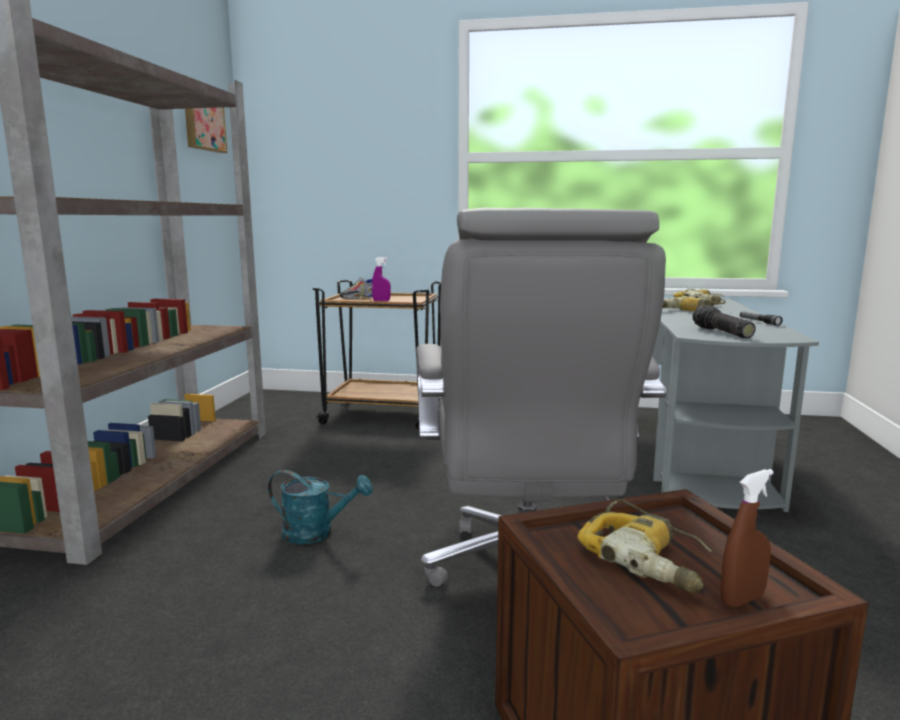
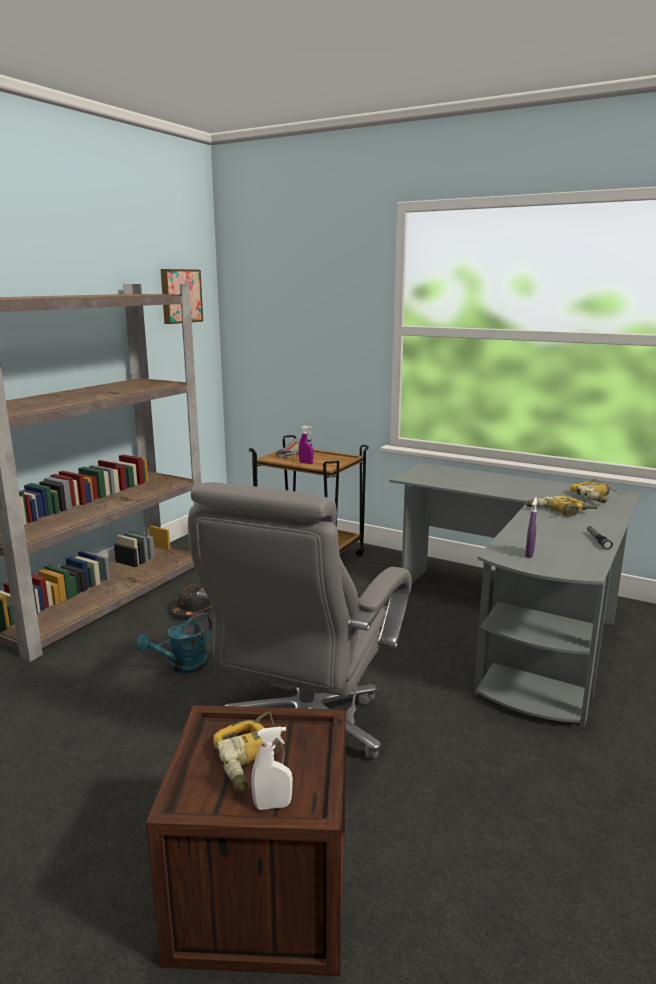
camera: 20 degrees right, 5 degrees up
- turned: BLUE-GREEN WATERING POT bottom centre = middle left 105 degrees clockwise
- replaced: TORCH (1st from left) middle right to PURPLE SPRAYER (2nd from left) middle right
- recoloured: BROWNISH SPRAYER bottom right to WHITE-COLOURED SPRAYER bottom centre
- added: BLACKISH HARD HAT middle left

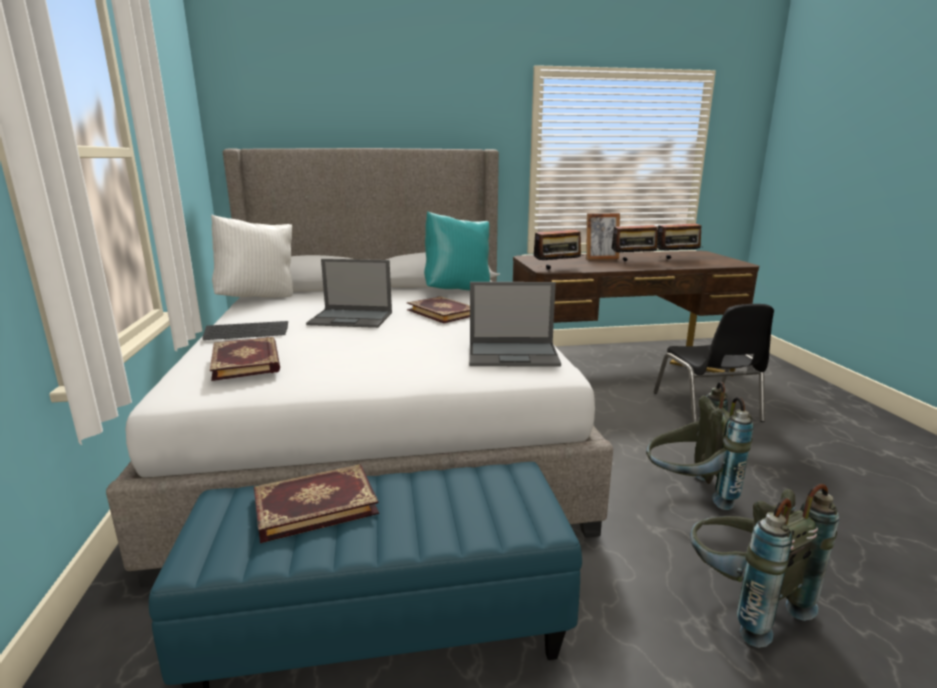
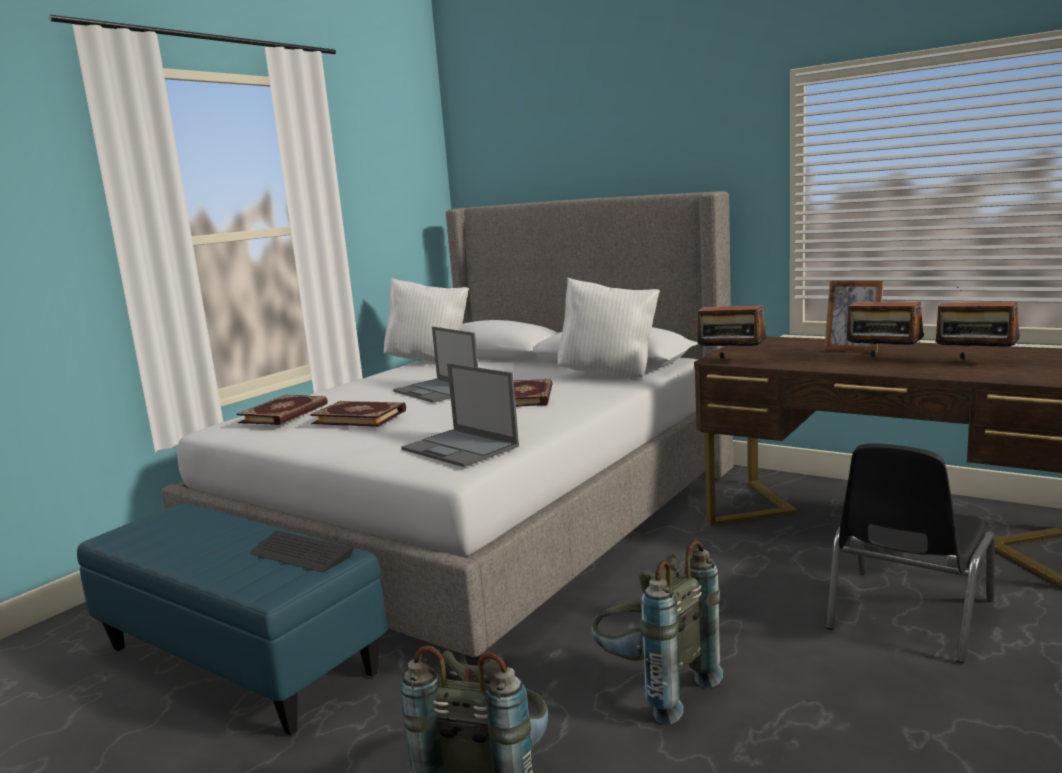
camera: 45 degrees right, 5 degrees down
- moved: COMPUTER KEYBOARD middle left to bottom left
- moved: BOOK (2nd from left) bottom centre to centre
- recoloured: BLUE-GREEN CUSHION centre to WHITE-COLOURED CUSHION (2nd from left) centre

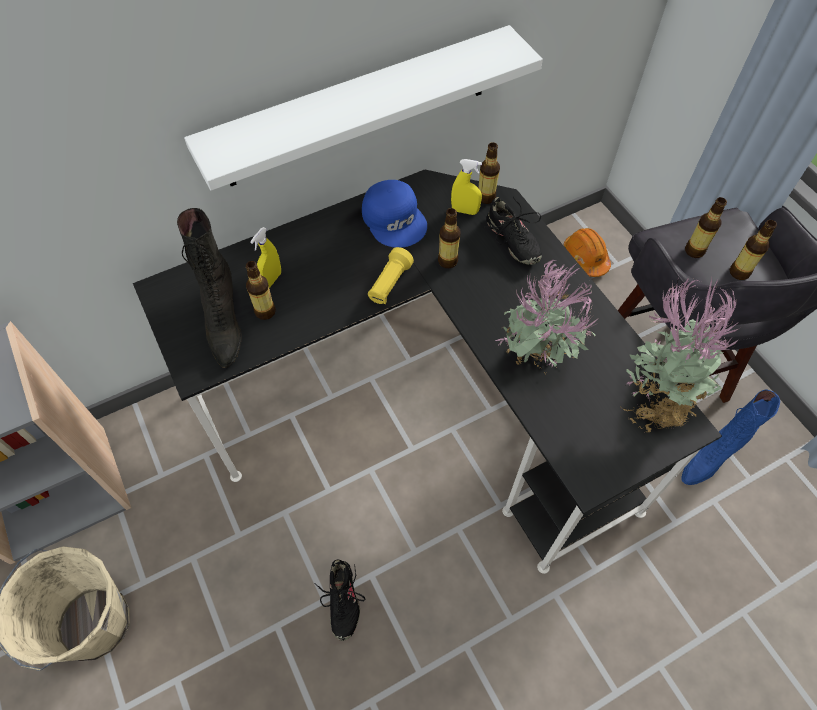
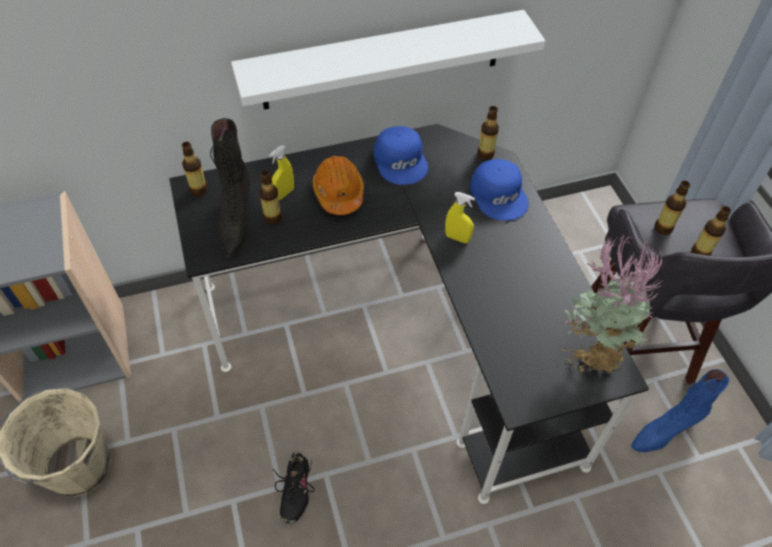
camera: 10 degrees right, 5 degrees down
- removed: YELLOW TORCH centre
- moved: BEVERAGE BOTTLE (2nd from left in the first image) centre to BEVERAGE BOTTLE (1st from left) top left
- moved: YELLOW SPRAYER (2nd from left) top centre to centre
- replaced: BLACKISH ITEM OF FOOTWEAR (2nd from left) top centre to BLUE BASEBALL CAP (2nd from left) centre
- removed: POTTED PLANT (1st from left) middle right
- moved: ORANGE-COLOURED HARD HAT middle right to centre

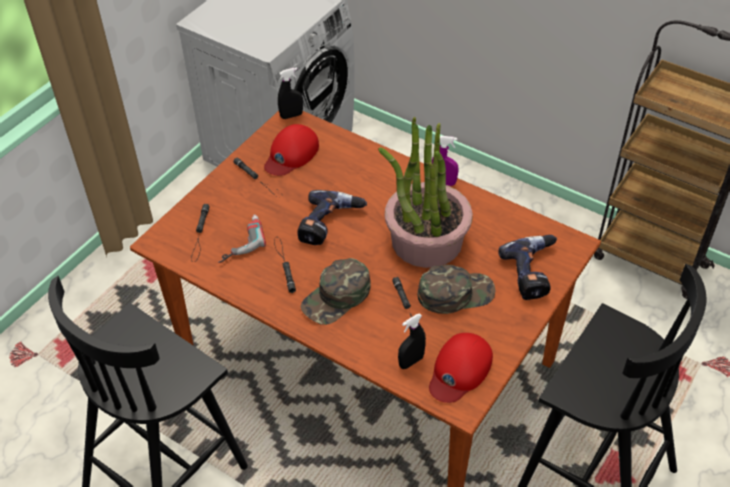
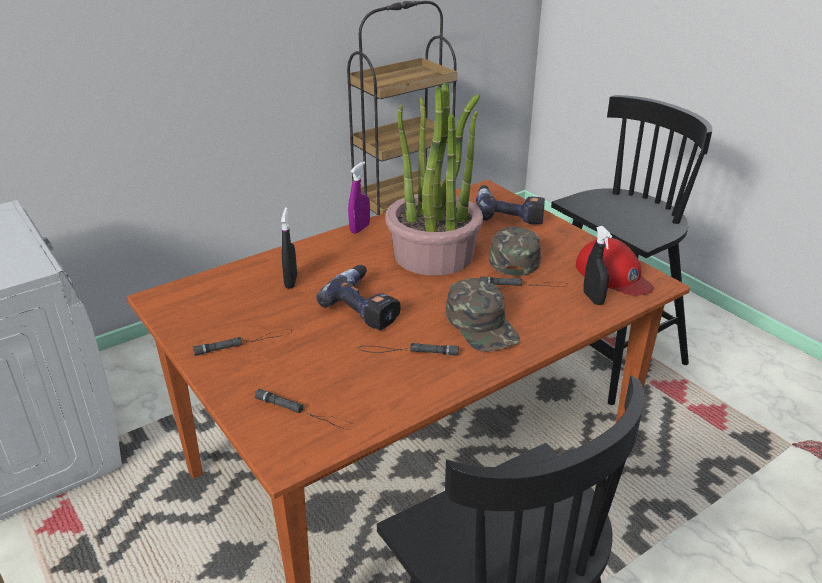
camera: 70 degrees left, 15 degrees down
- removed: DRILL (1st from left) middle left
- removed: RED BASEBALL CAP (1st from left) top centre
- moved: BLACKISH SPRAYER (1st from left) top centre to centre

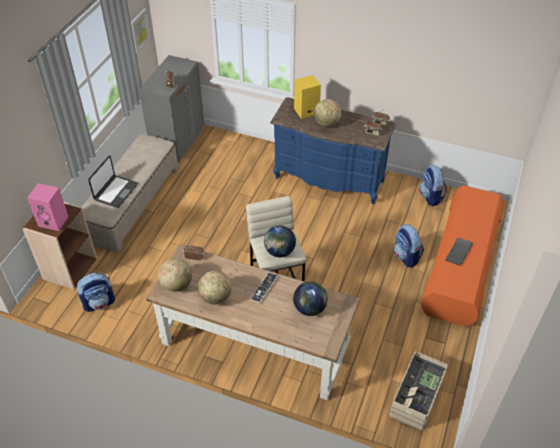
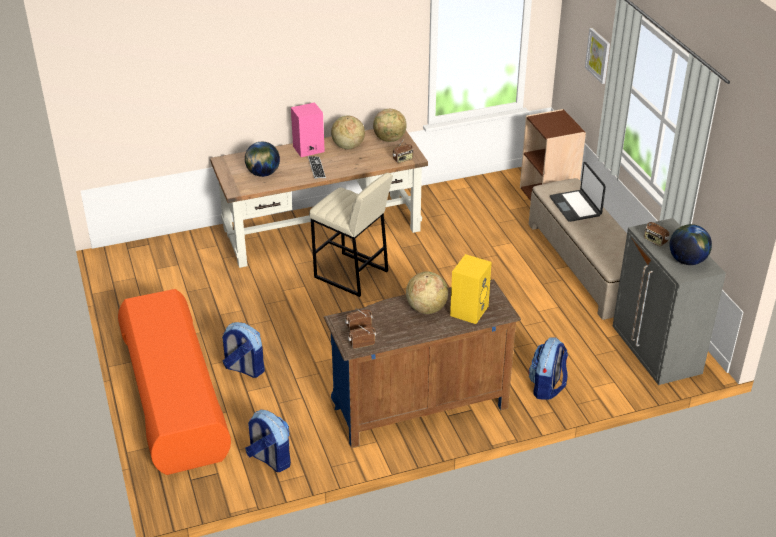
camera: 140 degrees right, 10 degrees down
- moved: PINK LOUDSPEAKER middle left to top centre
- moved: KNAPSACK (1st from left in the first image) middle left to KNAPSACK (3rd from left) bottom right
- moved: WALL PICTURE top left to top right
- moved: DESK GLOBE (3rd from left in the first image) centre to DESK GLOBE (5th from left) middle right
- removed: SAND-COLOURED STORAGE CONTAINER bottom right
- removed: COMPUTER KEYBOARD (2nd from left) middle right

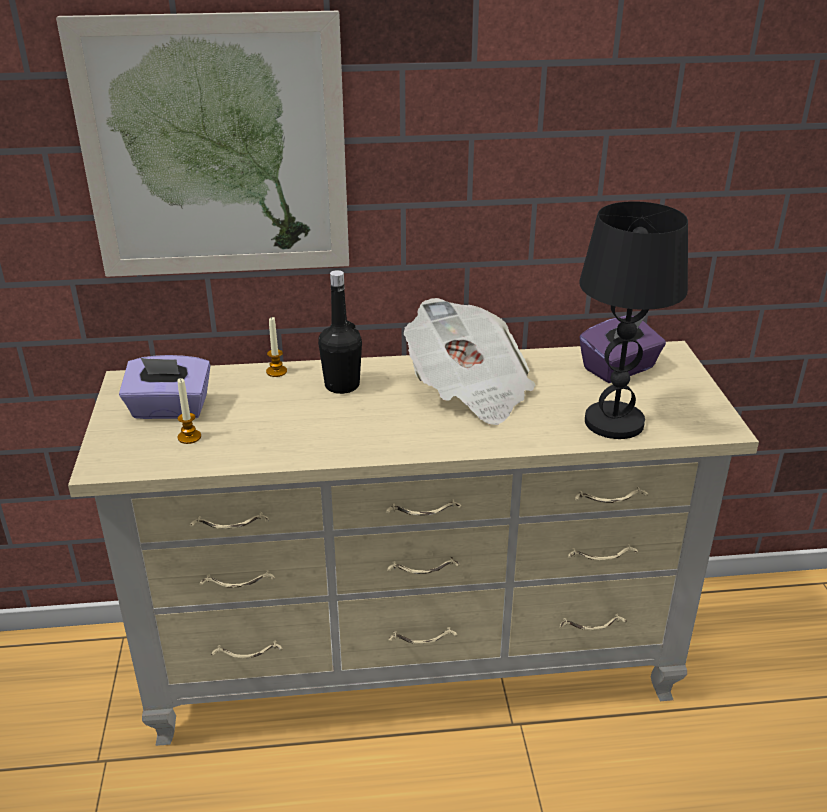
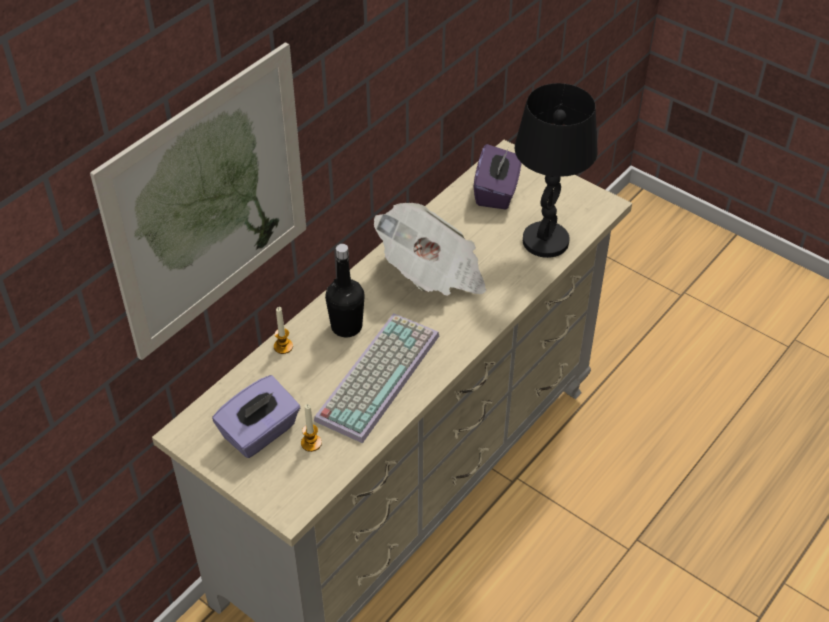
camera: 45 degrees left, 15 degrees up
- added: COMPUTER KEYBOARD centre

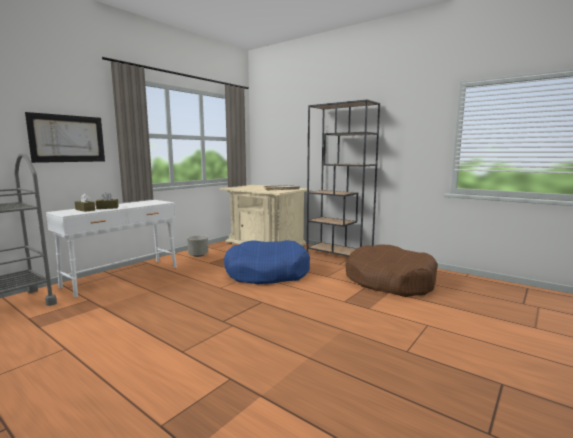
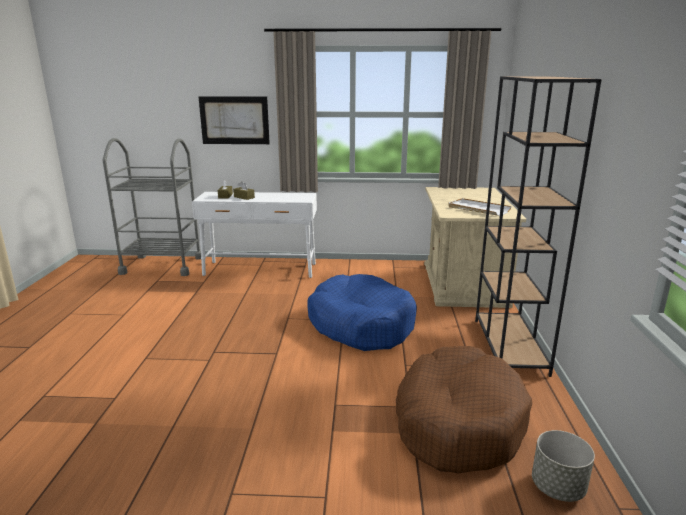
camera: 55 degrees right, 10 degrees up
- moved: GRAY FLOWER POT centre to bottom right

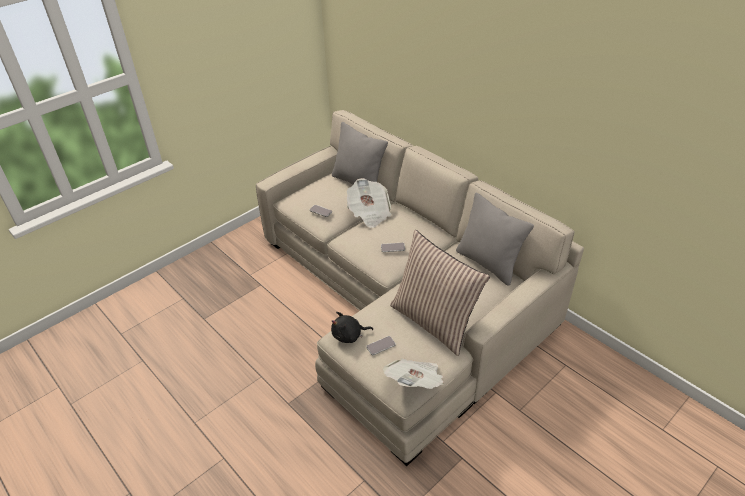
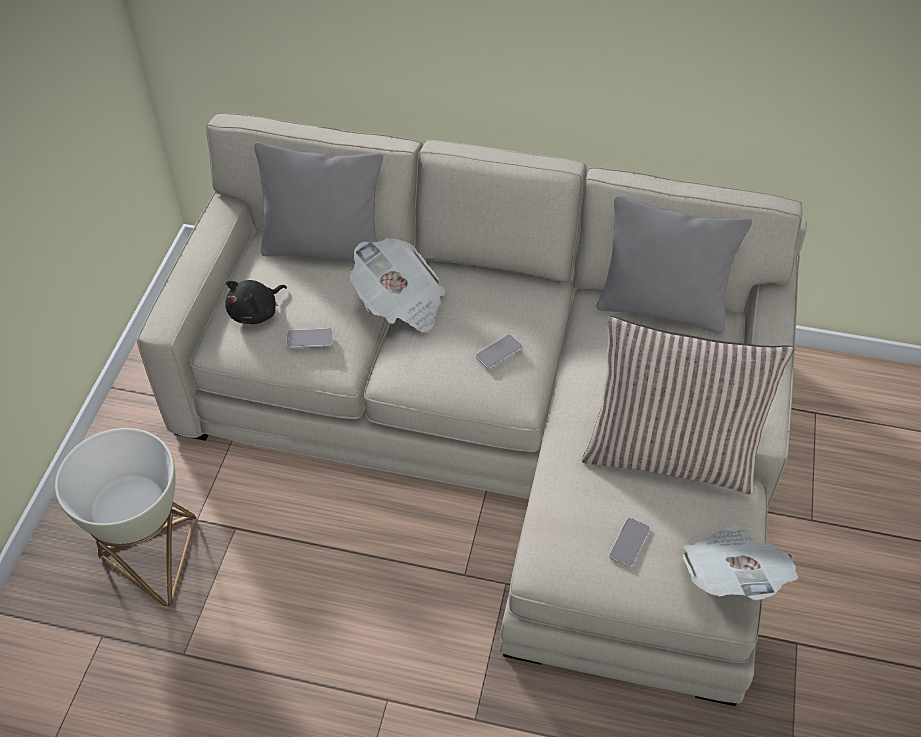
camera: 35 degrees left, 10 degrees up
- moved: BLACKISH SOFT TOY centre to middle left
- added: FLOWER POT bottom left

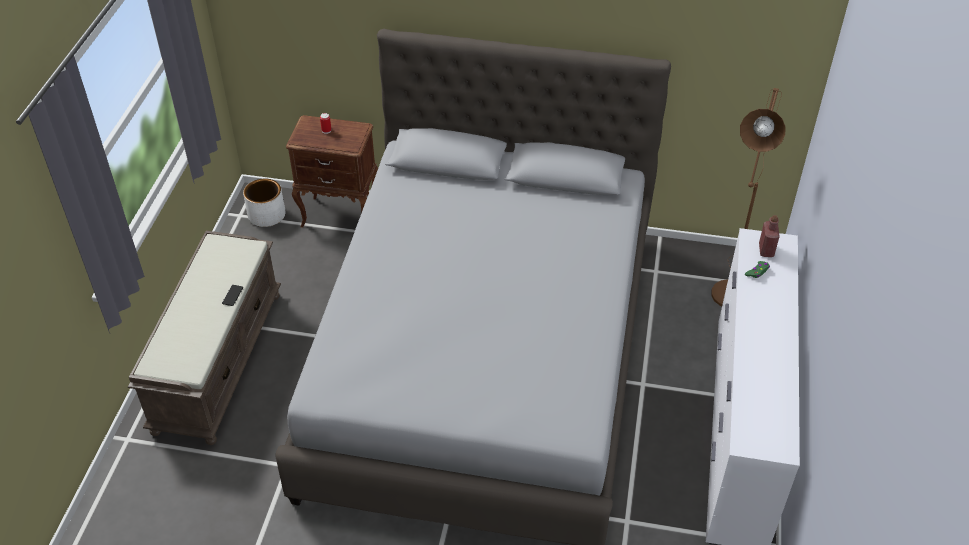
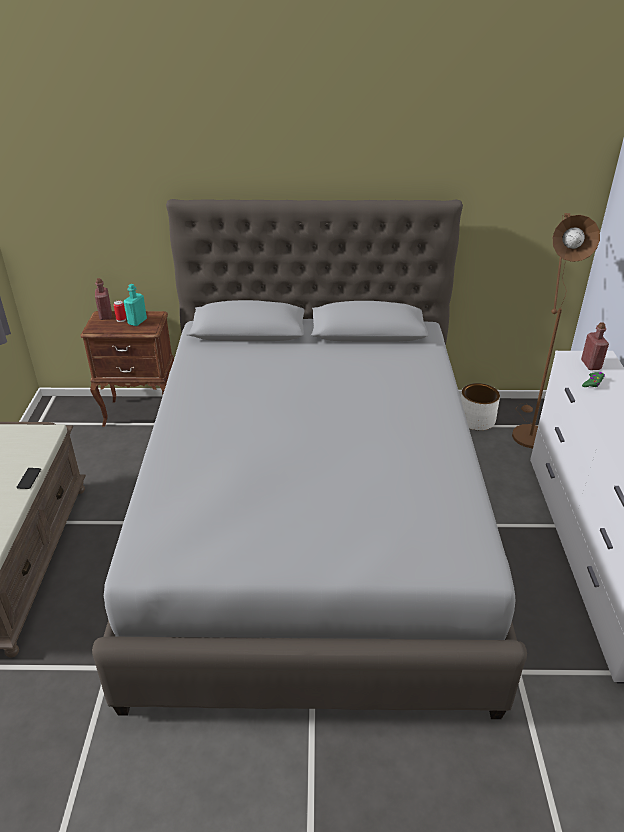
camera: 10 degrees left, 10 degrees down
- moved: WHITE-COLOURED FLOWER POT middle left to middle right
- added: RED BEVERAGE BOTTLE (1st from left) middle left
- added: BLUE-GREEN BEVERAGE BOTTLE middle left

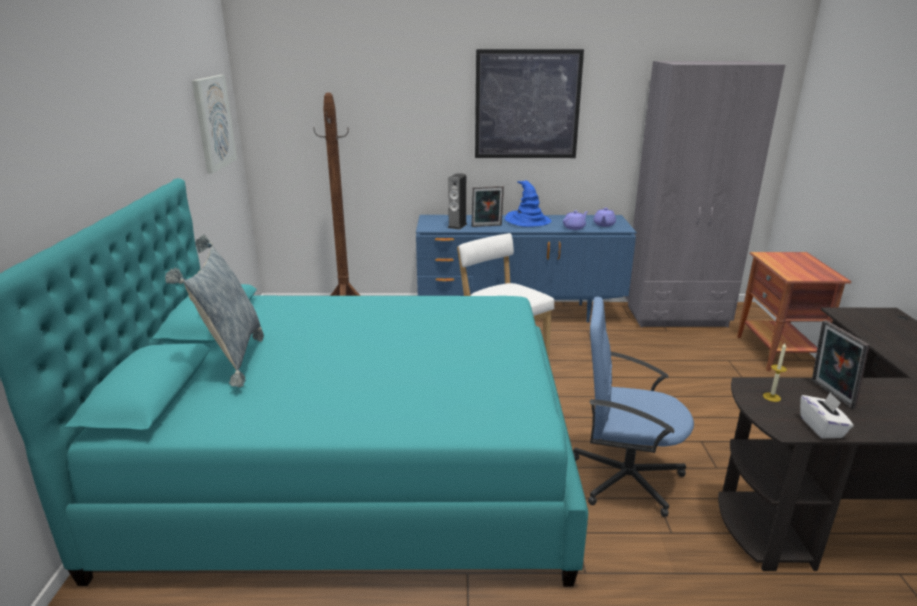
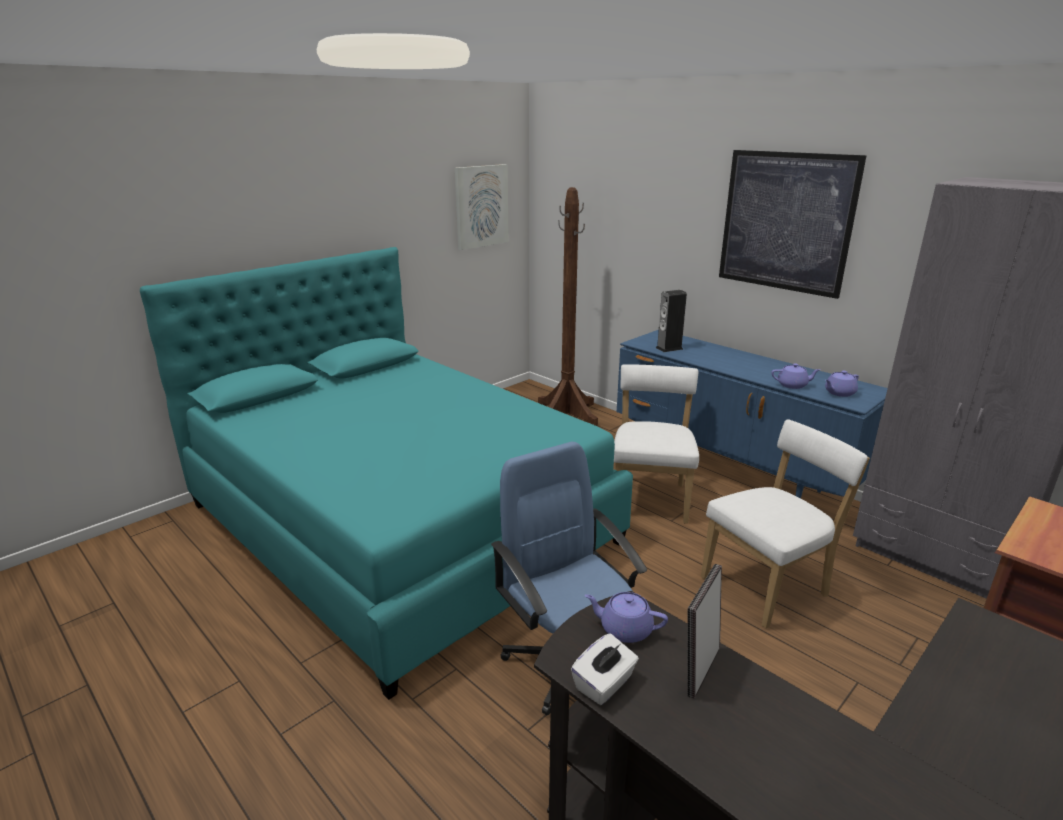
camera: 45 degrees right, 0 degrees up
- removed: CUSHION middle left
- removed: STANDING FRAME (1st from left) centre
- removed: BLUE WEARABLE HAT centre
- replaced: WAX LIGHT middle right to PURPLE TEA POT (1st from left) bottom centre
- added: WHITE-COLOURED UPRIGHT CHAIR (2nd from left) middle right

